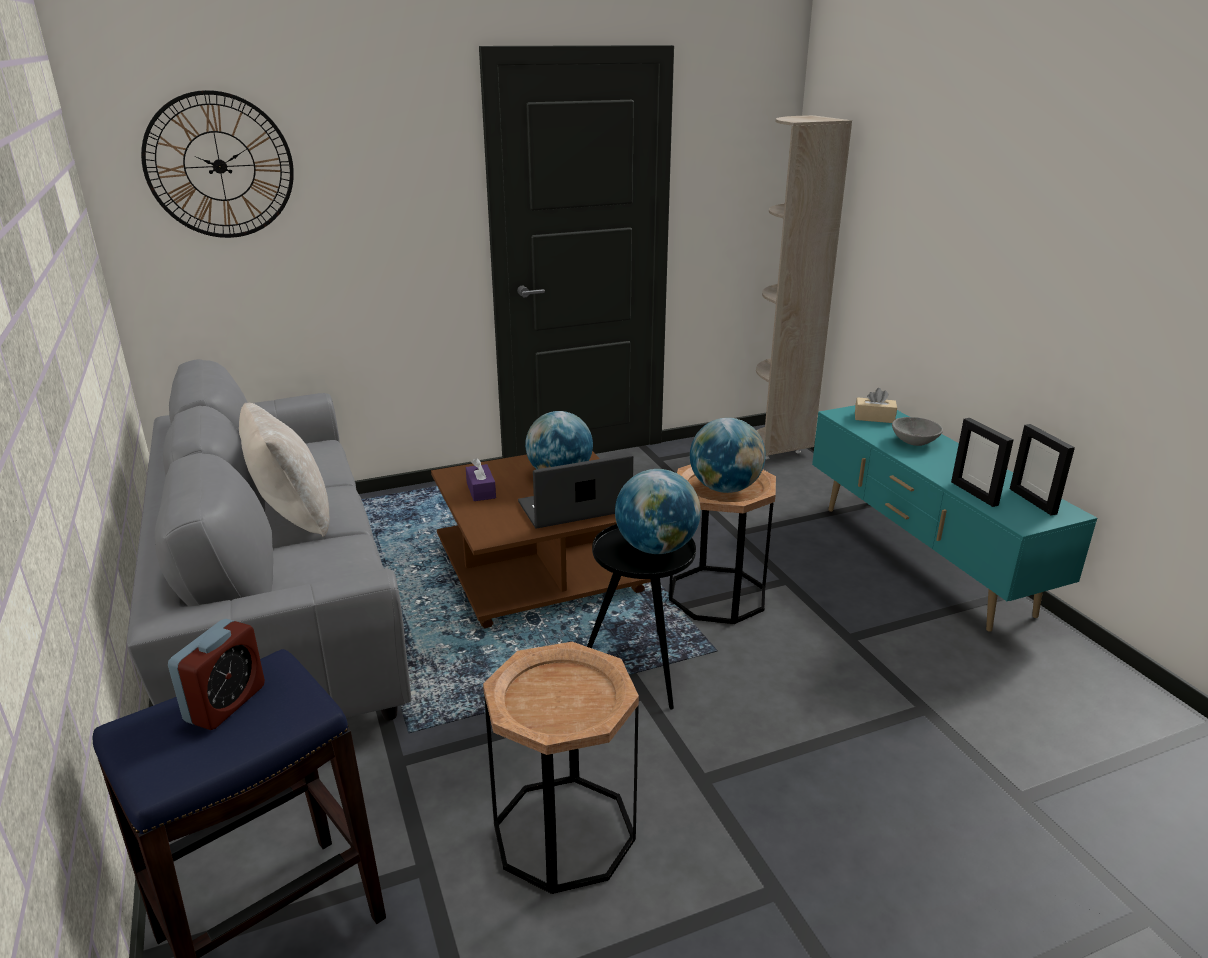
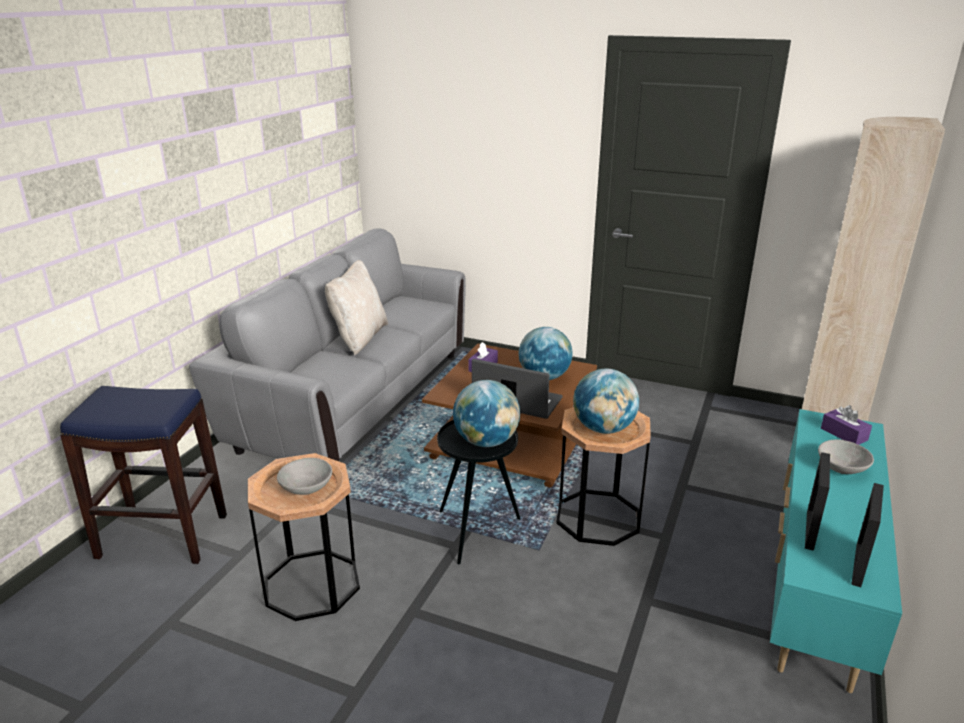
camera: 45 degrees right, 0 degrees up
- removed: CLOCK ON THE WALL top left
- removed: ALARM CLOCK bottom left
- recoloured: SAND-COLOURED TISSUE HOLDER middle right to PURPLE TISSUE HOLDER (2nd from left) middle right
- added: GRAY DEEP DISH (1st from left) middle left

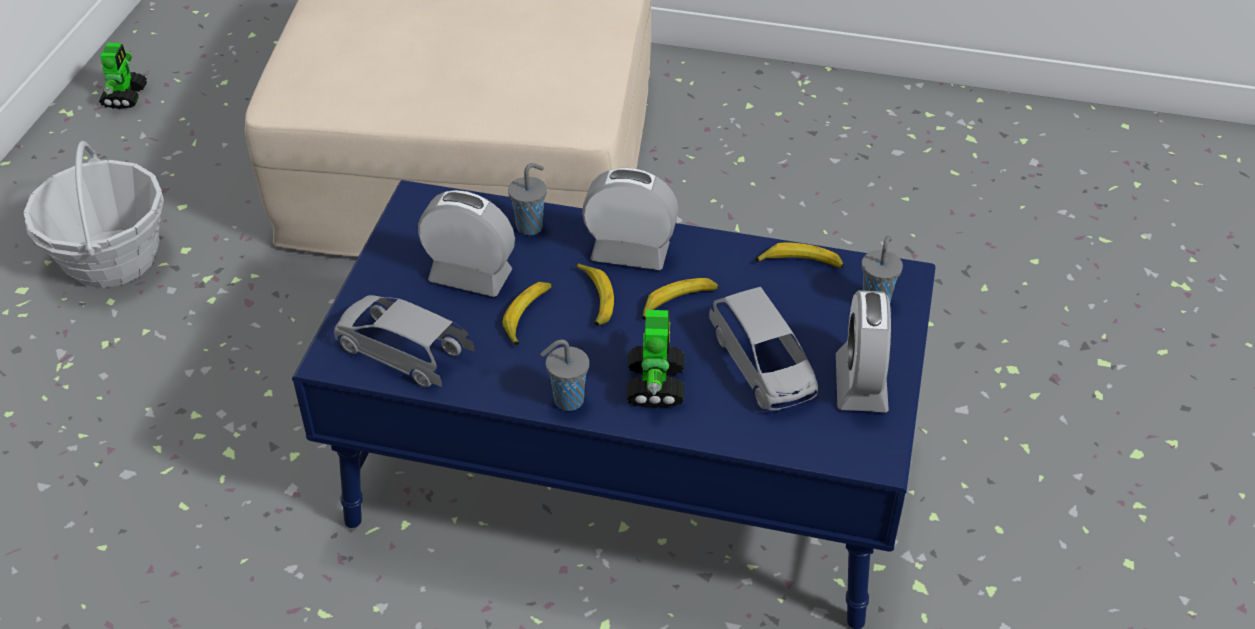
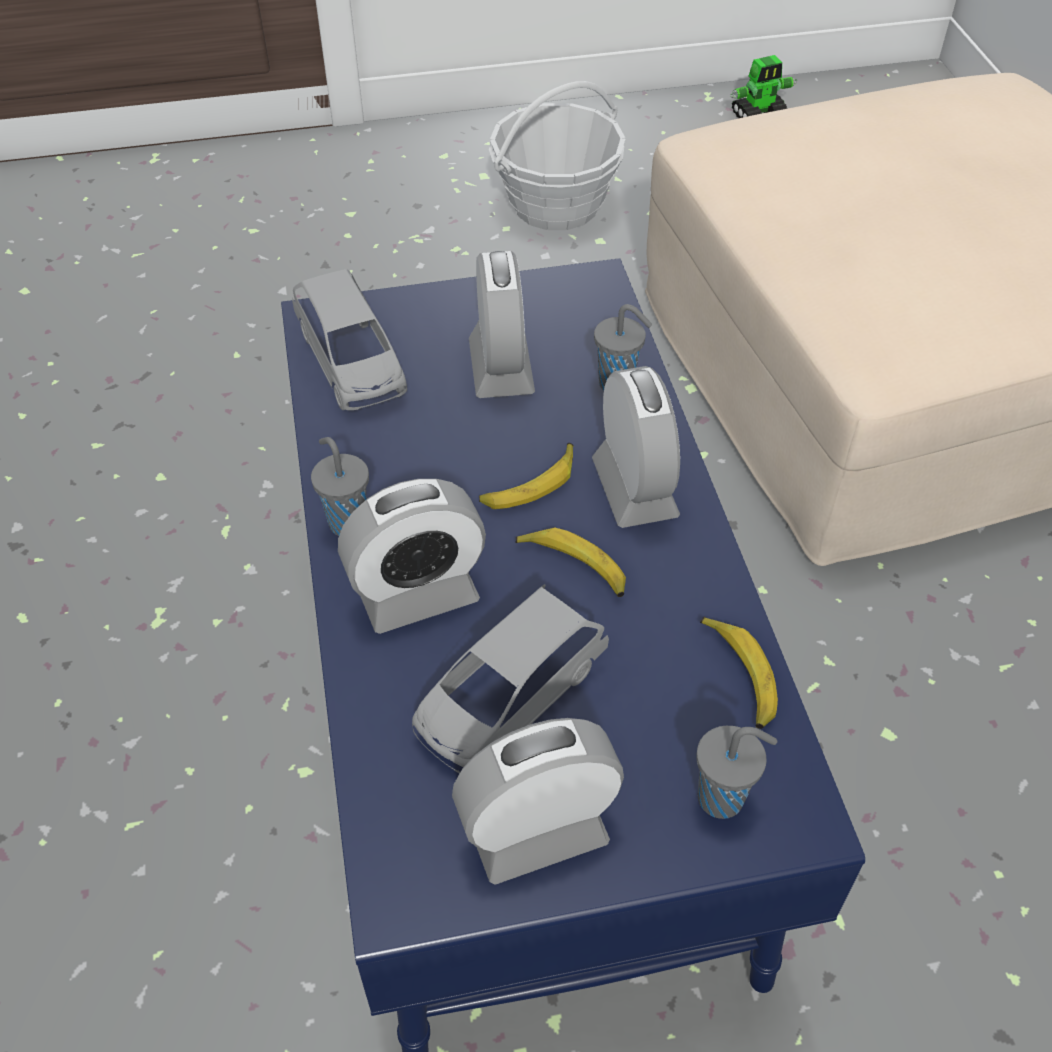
camera: 65 degrees right, 5 degrees up
- turned: GRAY MINIATURE CAR (1st from left) middle left = top left 150 degrees clockwise
- removed: WHOLE BANANA (1st from left) centre
- replaced: MODEL ROBOT (2nd from left) centre to ALARM CLOCK (1st from left) centre

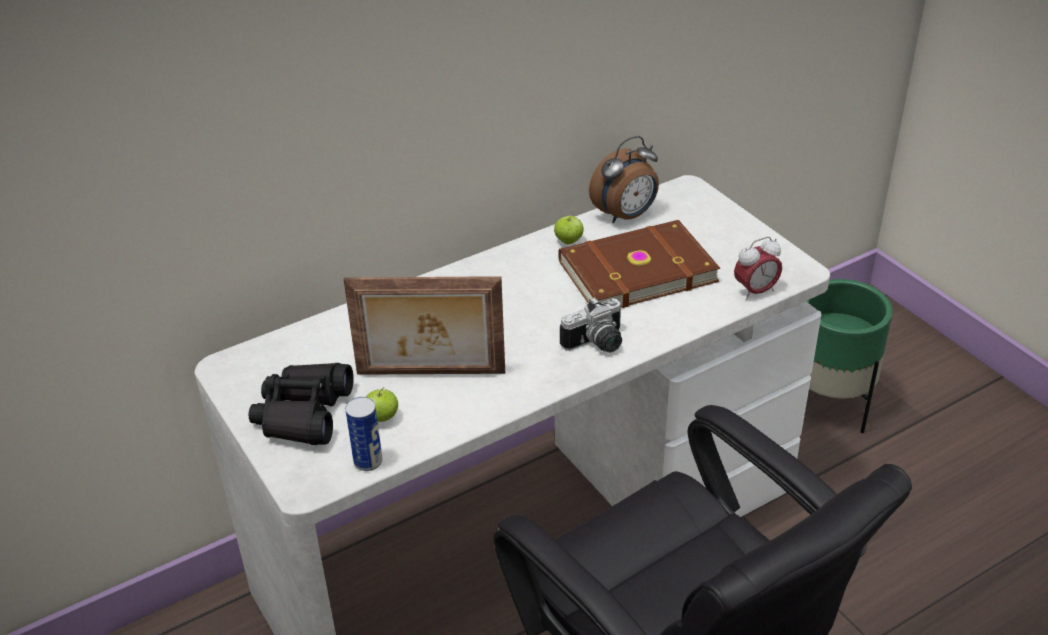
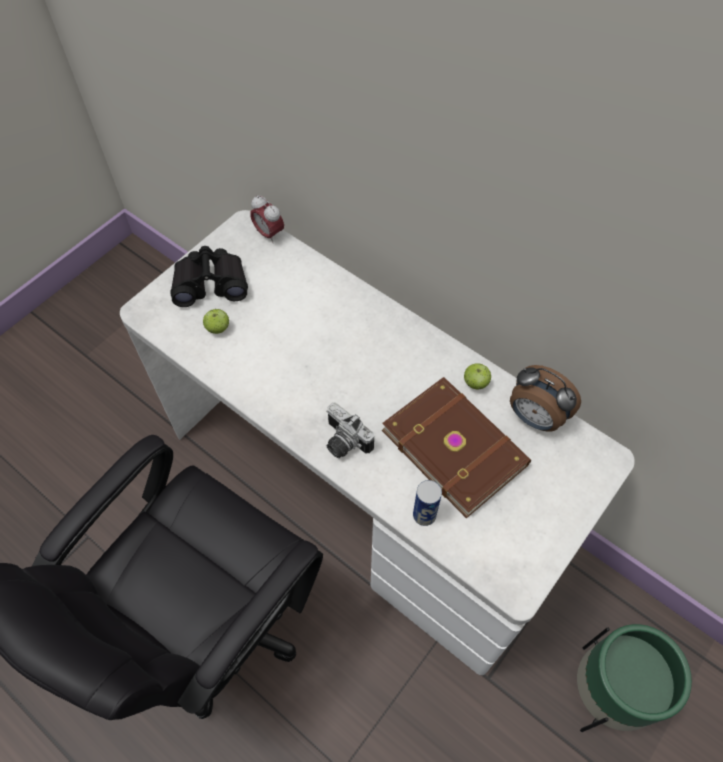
camera: 70 degrees right, 20 degrees up
- removed: STANDING FRAME centre
- moved: SEALED CAN bottom centre to centre
- moved: ALARM CLOCK (2nd from left in the first image) middle right to ALARM CLOCK (1st from left) top centre

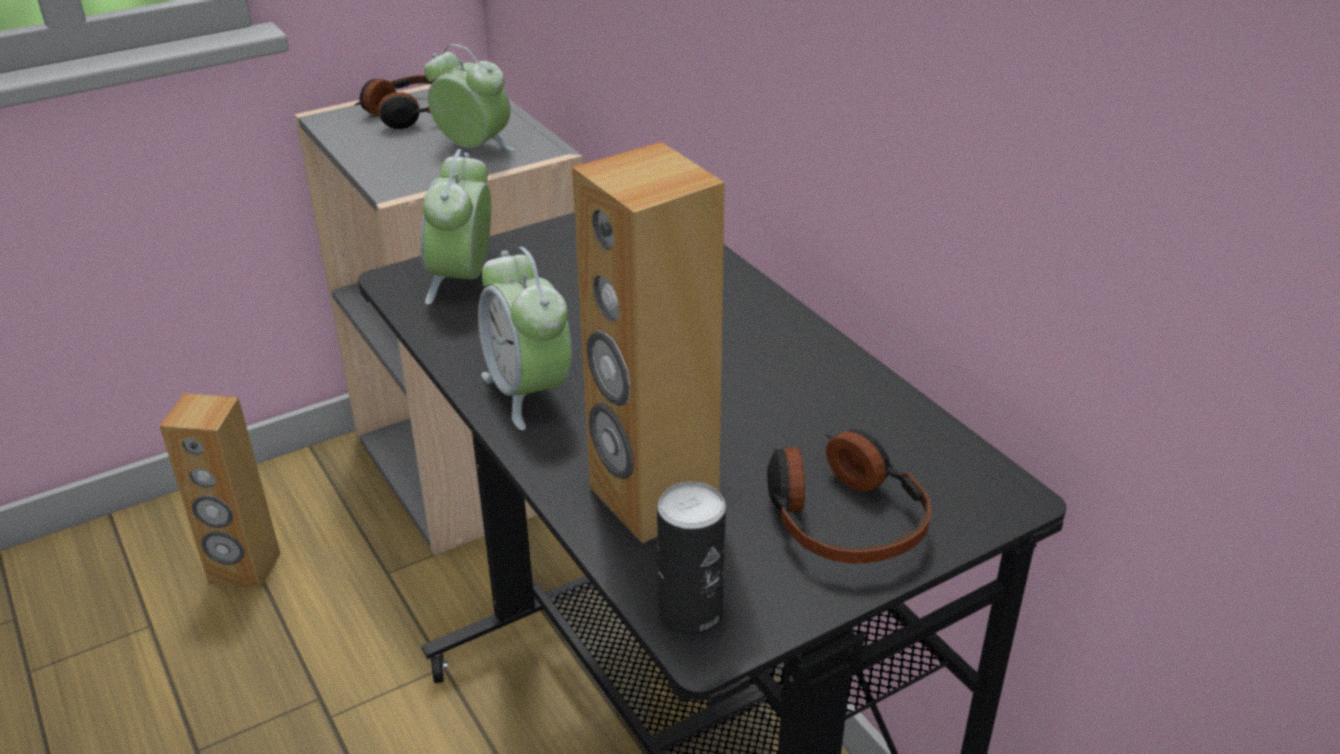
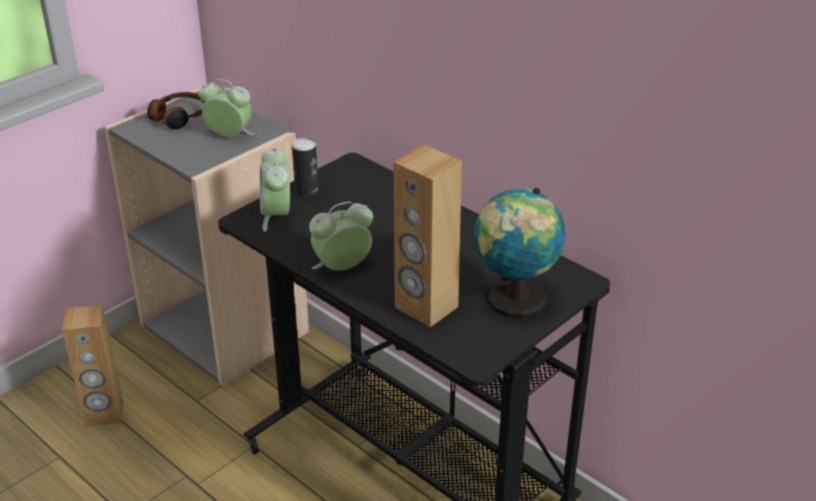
camera: 15 degrees left, 0 degrees up
- turned: ALARM CLOCK (3rd from left) centre = centre 105 degrees clockwise
- moved: SEALED CAN bottom centre to centre
- replaced: PAIR OF HEADPHONES (2nd from left) centre to DESK GLOBE centre

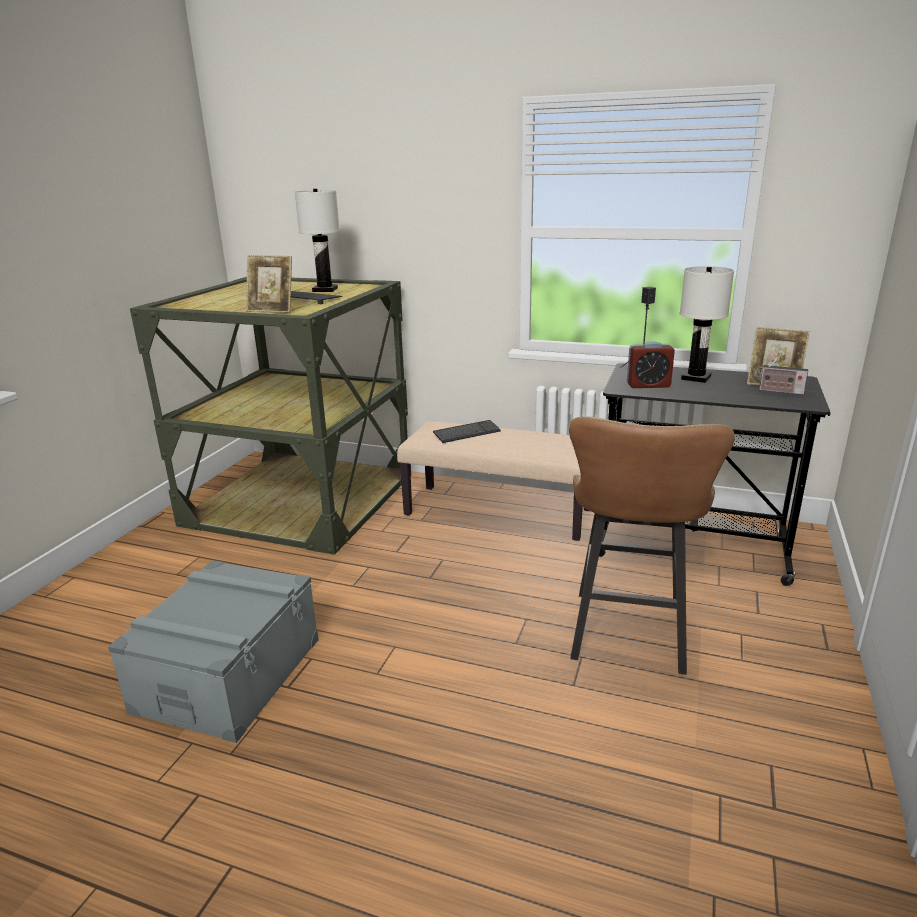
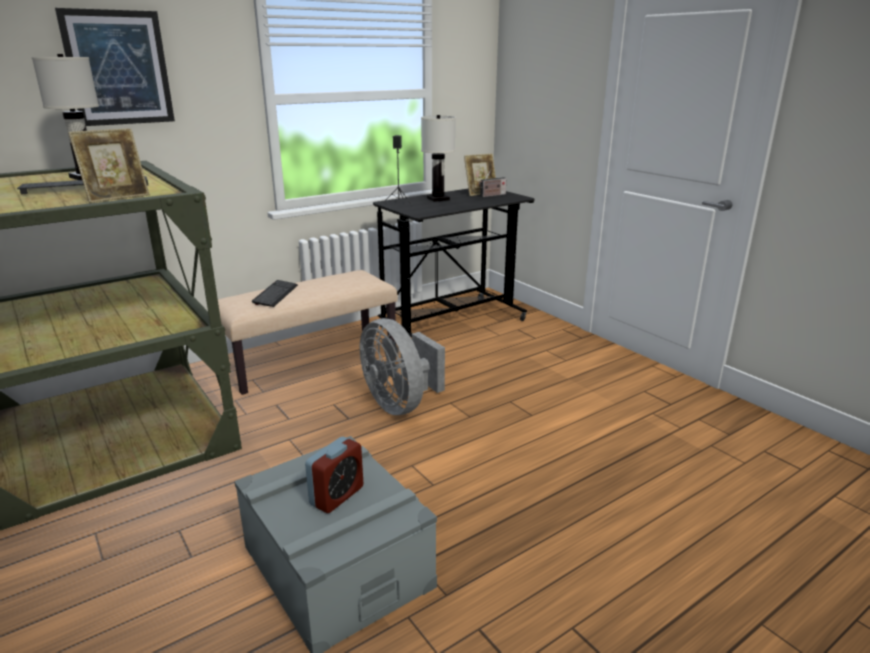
camera: 55 degrees left, 0 degrees up
- removed: BROWNISH STOOL middle right
- moved: ALARM CLOCK middle right to bottom centre
- added: WALL PICTURE top left
- added: GRAY FAN centre

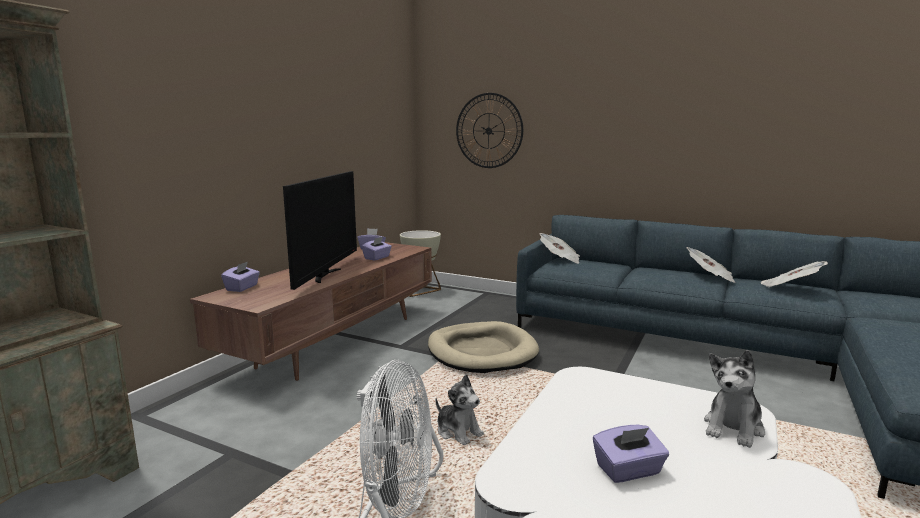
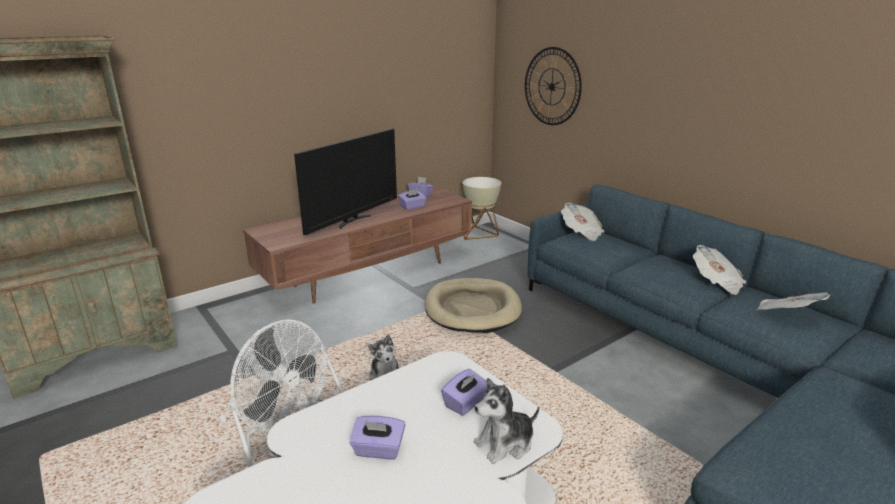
camera: 25 degrees right, 10 degrees up
- moved: PURPLE TISSUE HOLDER (1st from left in the first image) middle left to PURPLE TISSUE HOLDER (4th from left) bottom centre

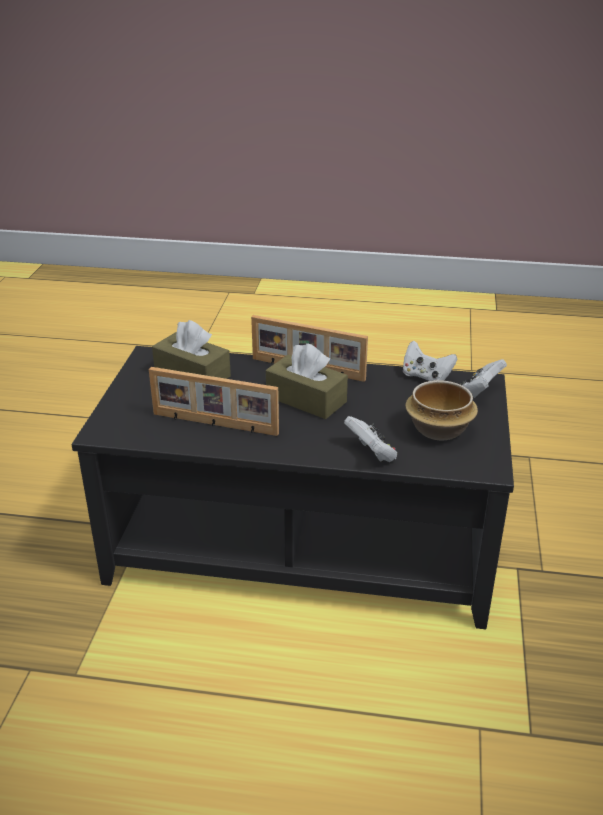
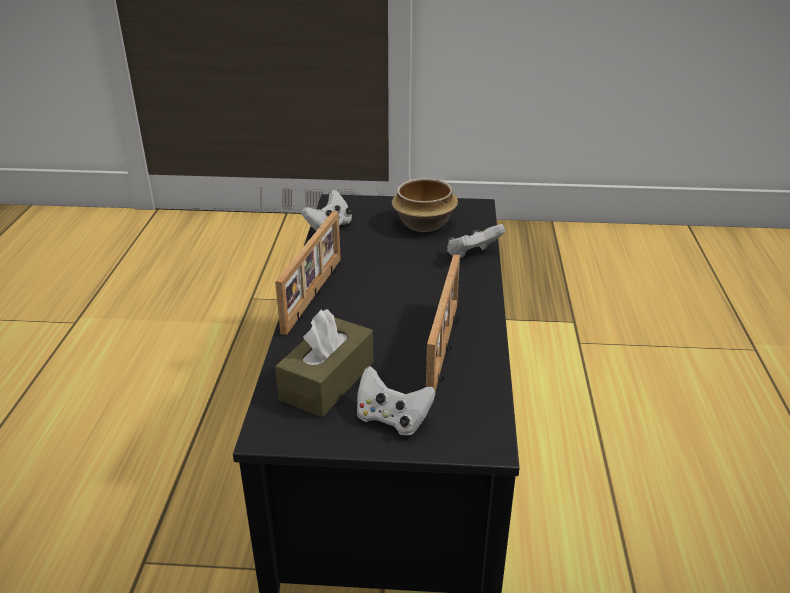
camera: 95 degrees left, 0 degrees up
- removed: BROWNISH TISSUE HOLDER (2nd from left) centre
- moved: WHITE-COLOURED JOYPAD (3rd from left in the first image) middle right to WHITE-COLOURED JOYPAD (2nd from left) bottom centre

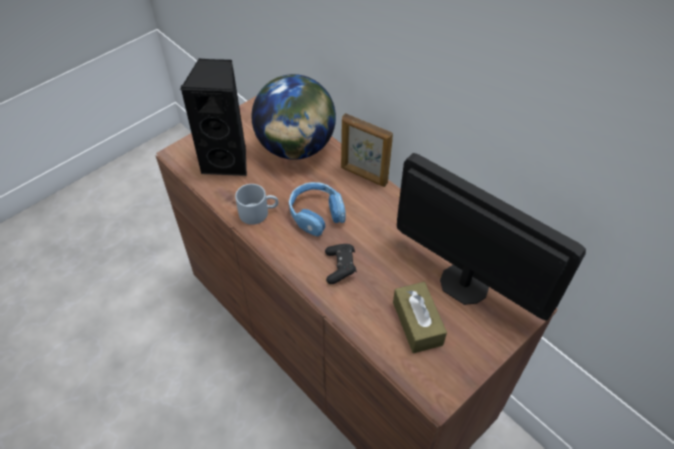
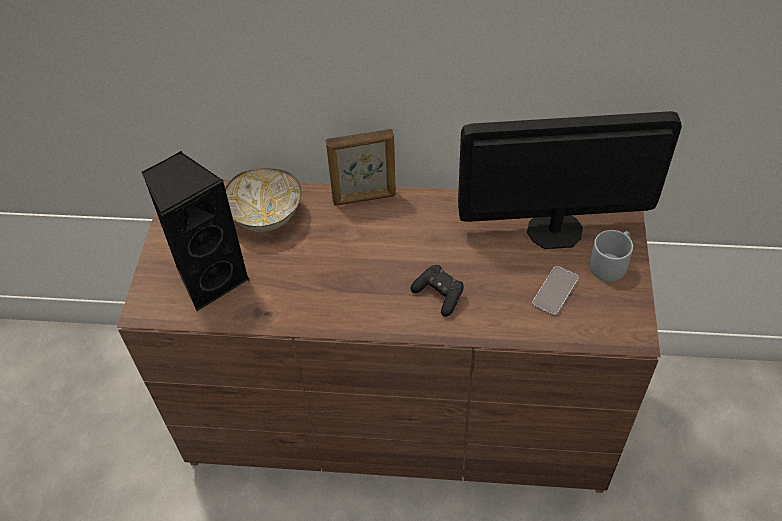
camera: 40 degrees left, 0 degrees up
- moved: GRAY COFFEE MUG centre to middle right
- replaced: DESK GLOBE top centre to DEEP DISH centre
- removed: BLUE PAIR OF HEADPHONES centre
- replaced: BROWNISH TISSUE HOLDER bottom centre to HANDSET middle right

